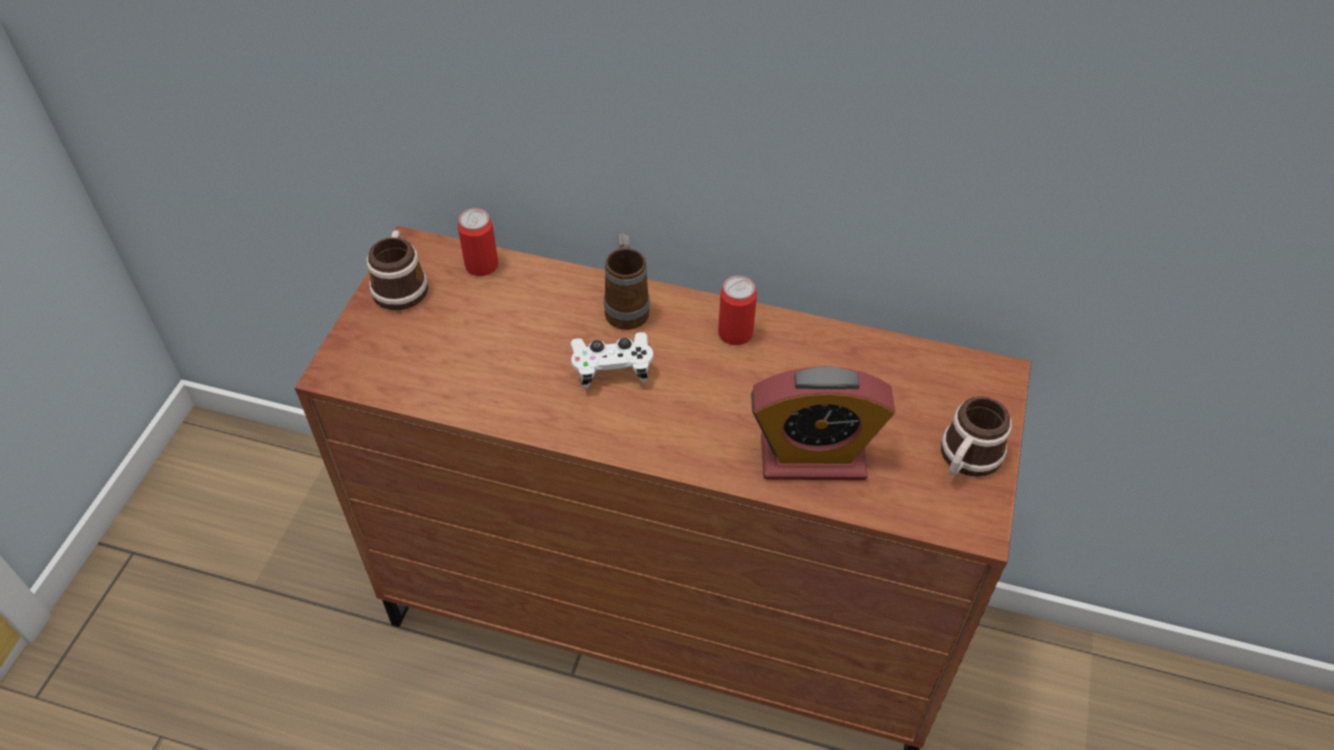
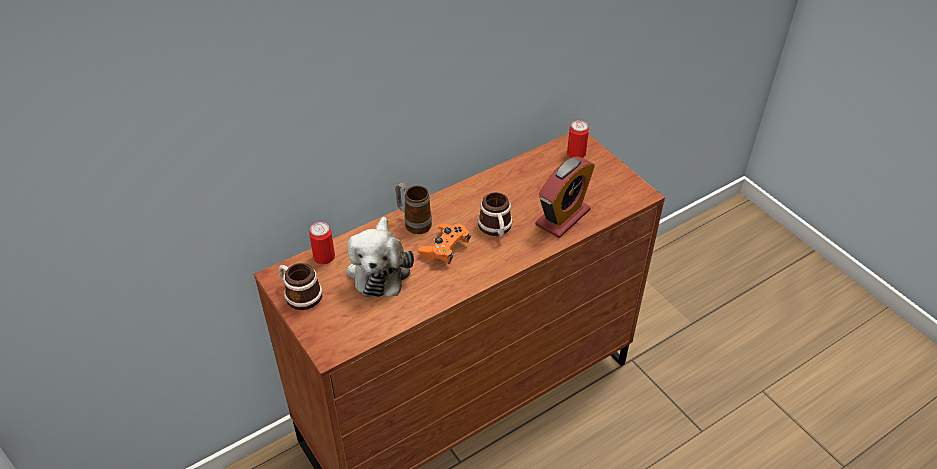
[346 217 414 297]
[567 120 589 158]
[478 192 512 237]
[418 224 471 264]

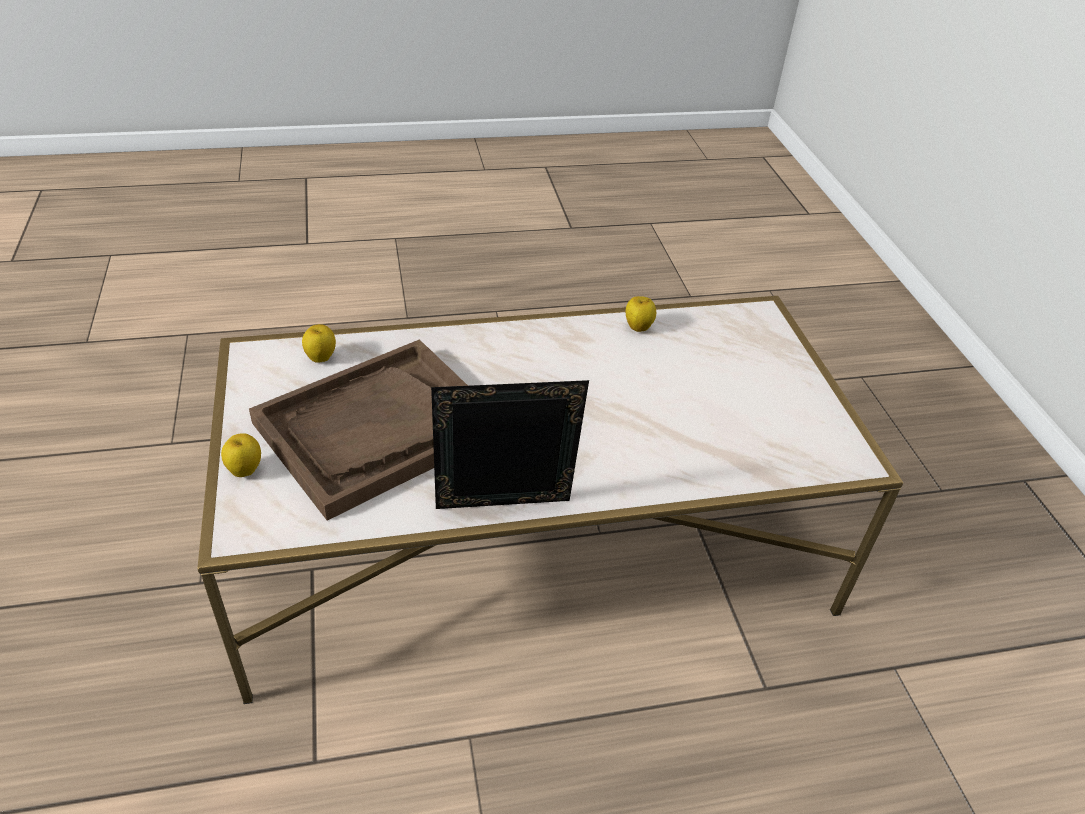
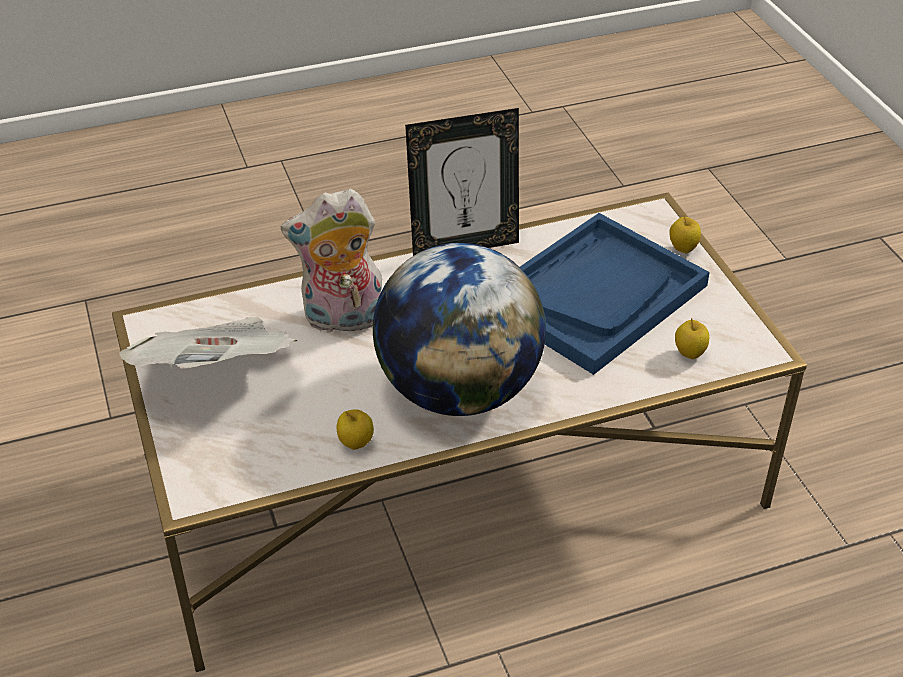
[119 317 298 369]
[281 189 382 336]
[373 243 546 416]
[520 213 710 375]

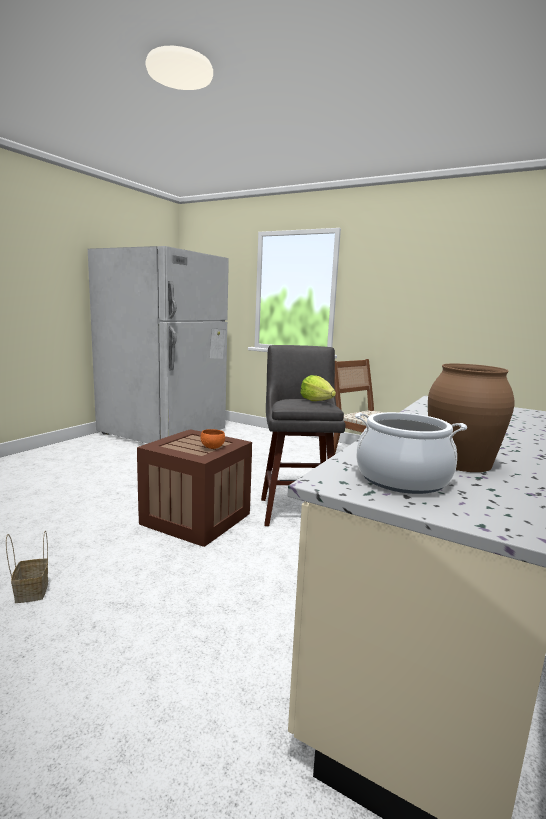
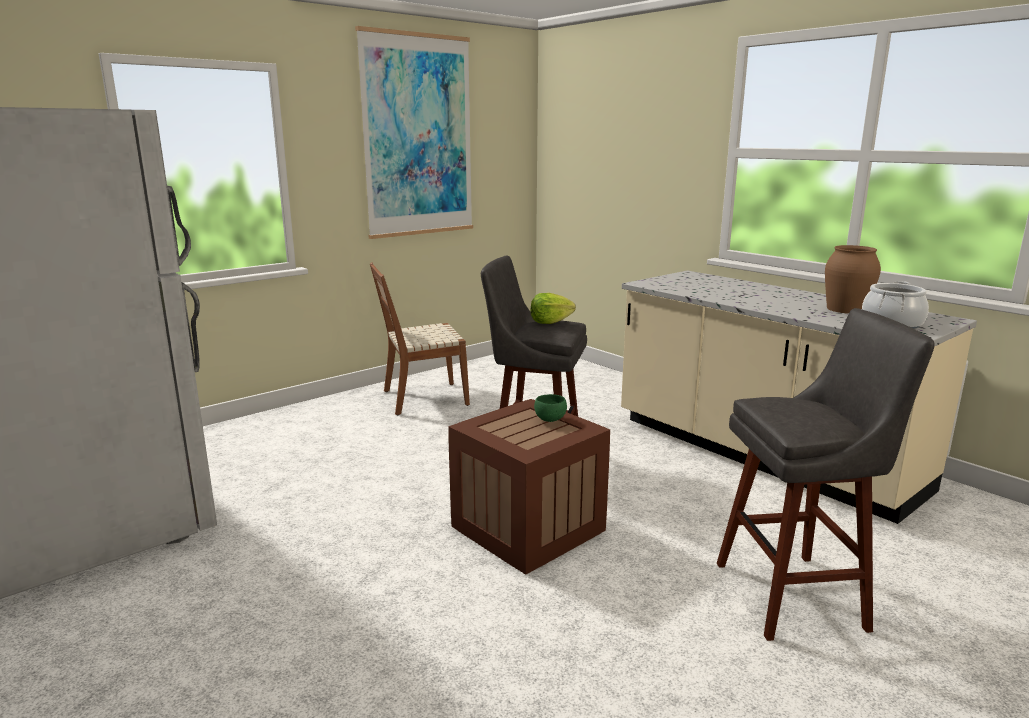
[6 531 48 603] (first image)
[355 26 473 239]
[717 308 935 641]
[534 394 567 422]

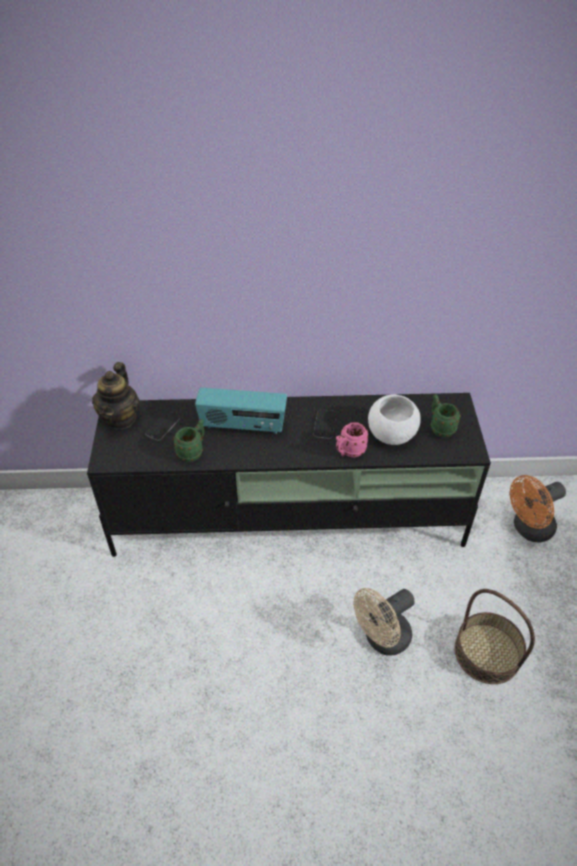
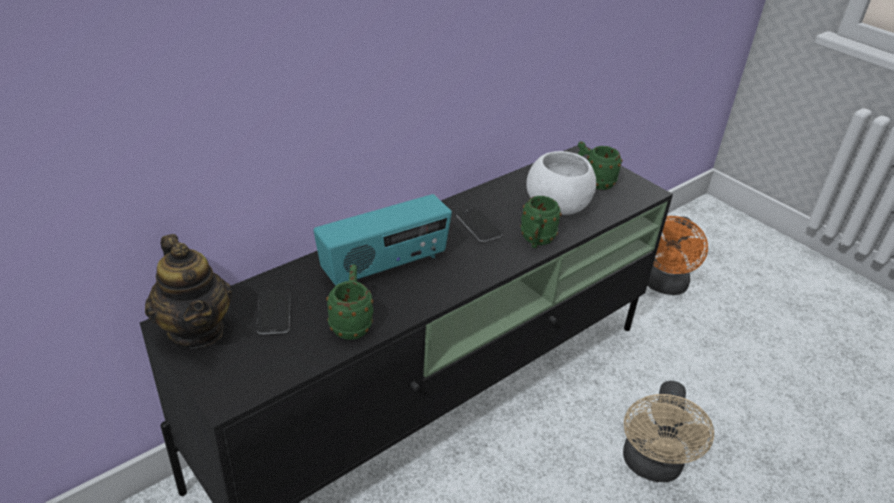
[454 589 535 684] (first image)
[521 196 561 248]

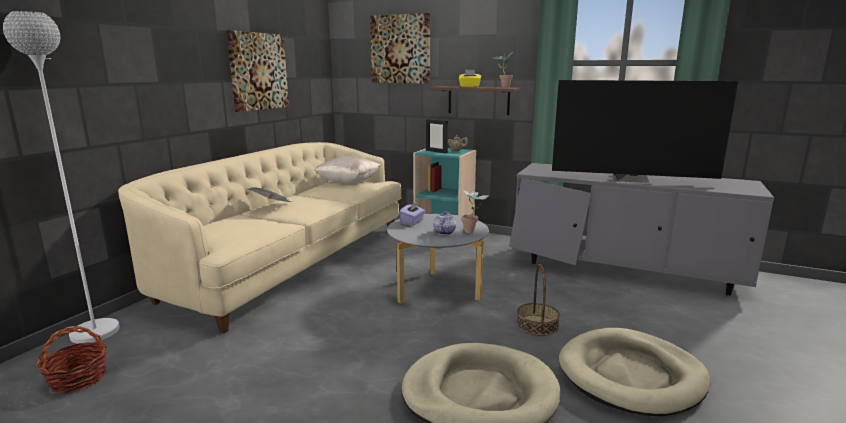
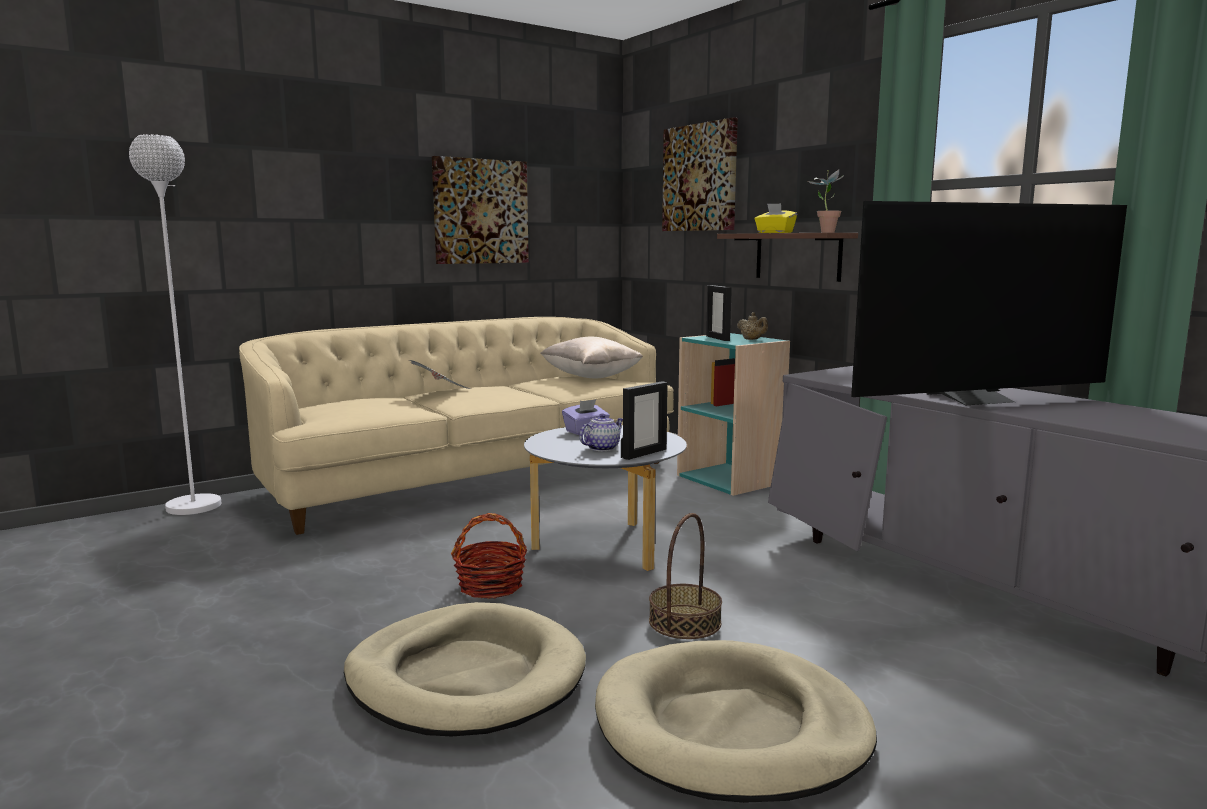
[451 513 527 599]
[621 381 668 460]
[851 201 1127 405]

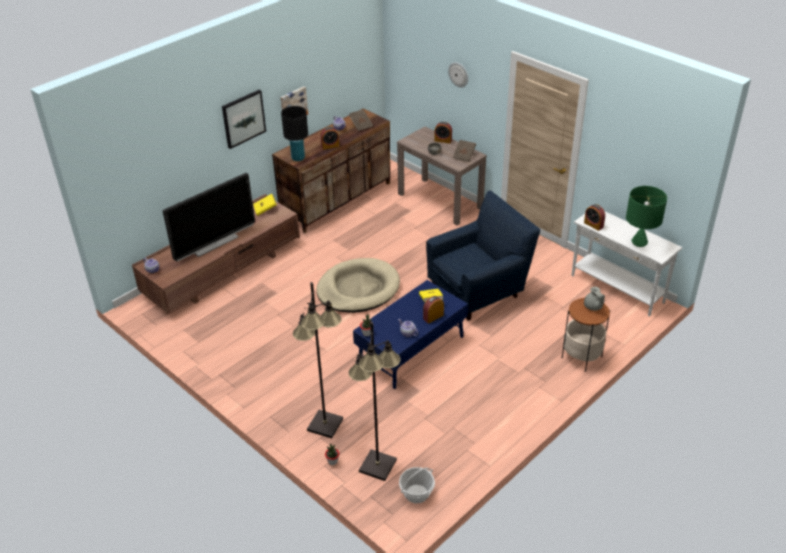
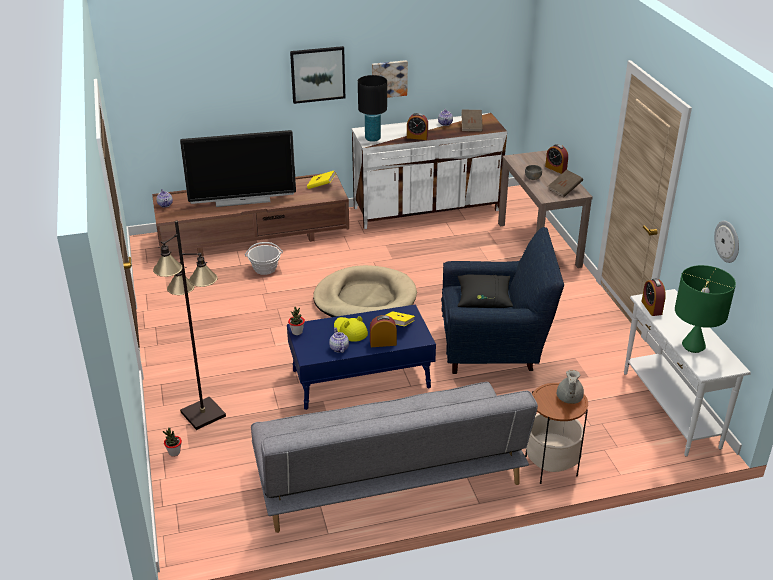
[348 322 400 481] (first image)
[251 382 538 533]
[334 316 368 342]
[458 274 513 308]
[245 242 283 275]
[714 221 739 263]
[352 113 507 229]

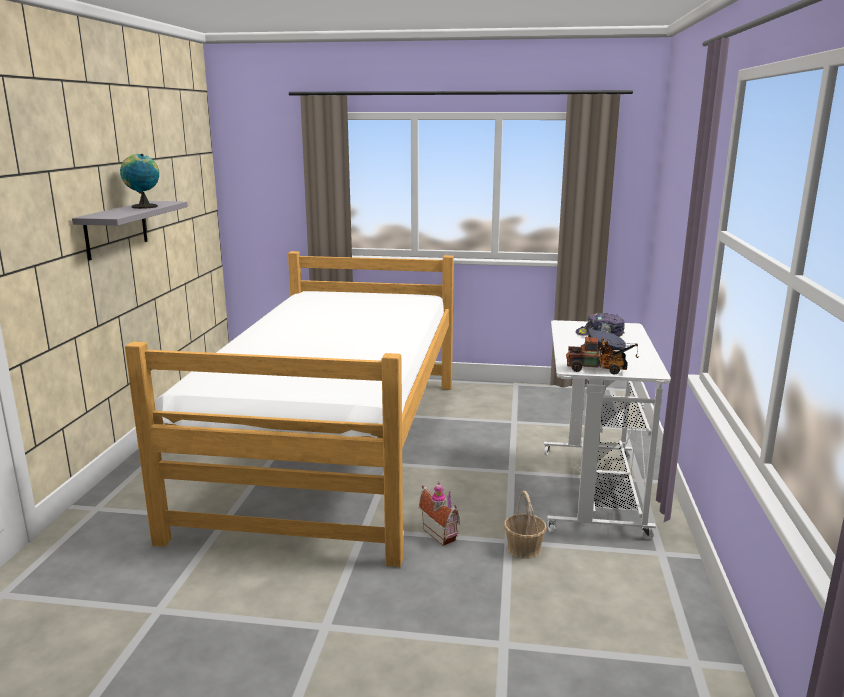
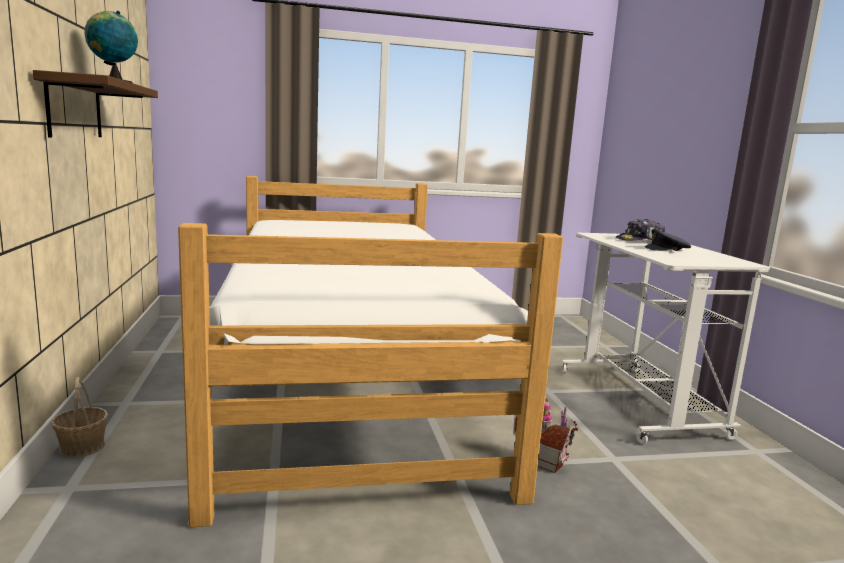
[566 337 639 375] (first image)
[51 377 109 458]
[33 70 158 138]

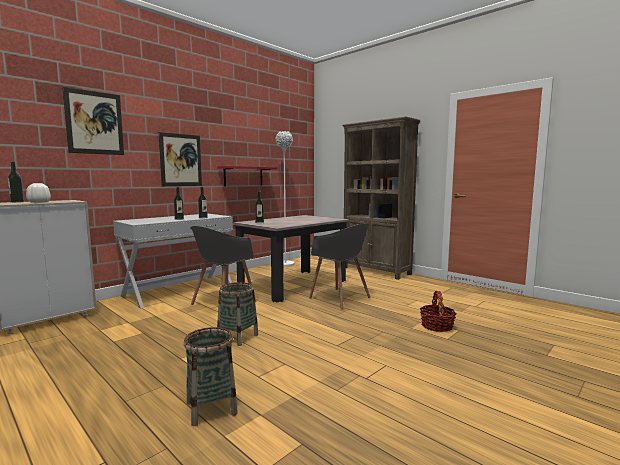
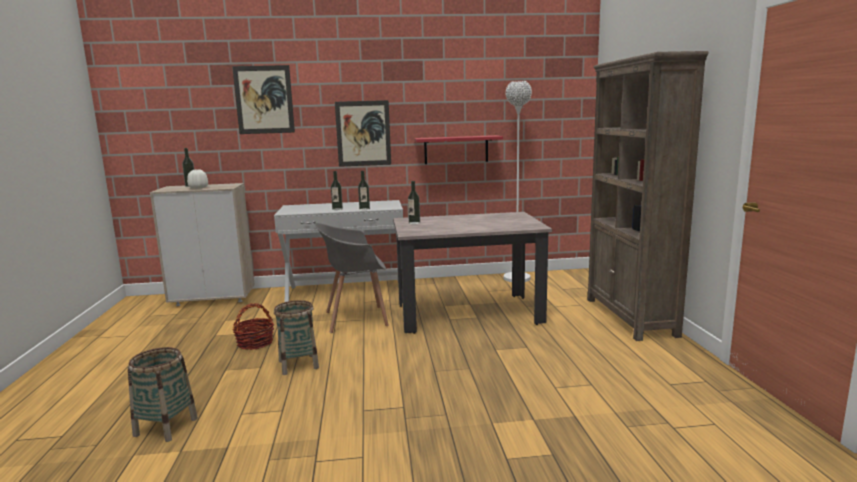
[309 223 371 309] (first image)
[233 303 274 350]

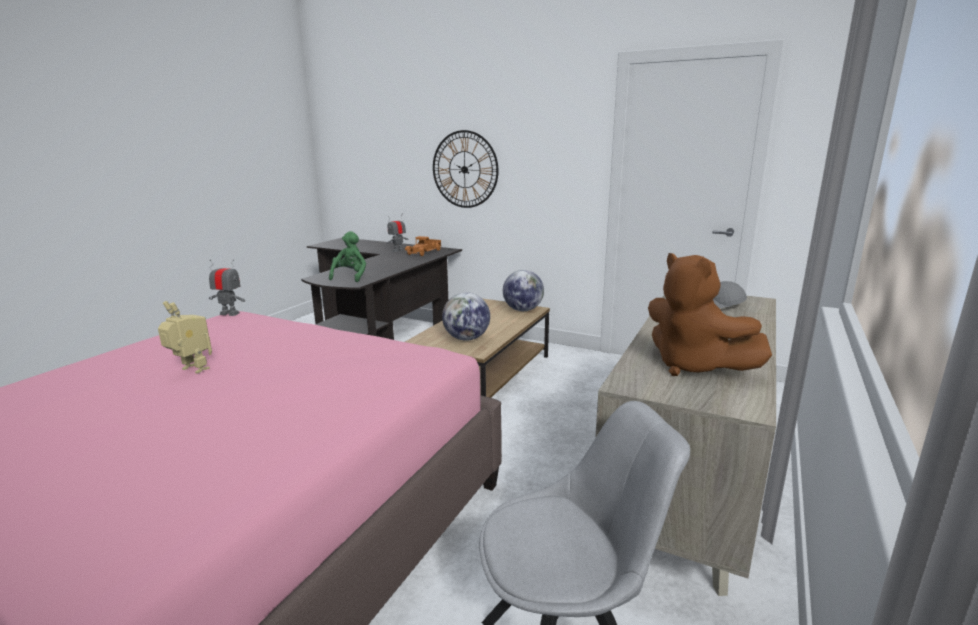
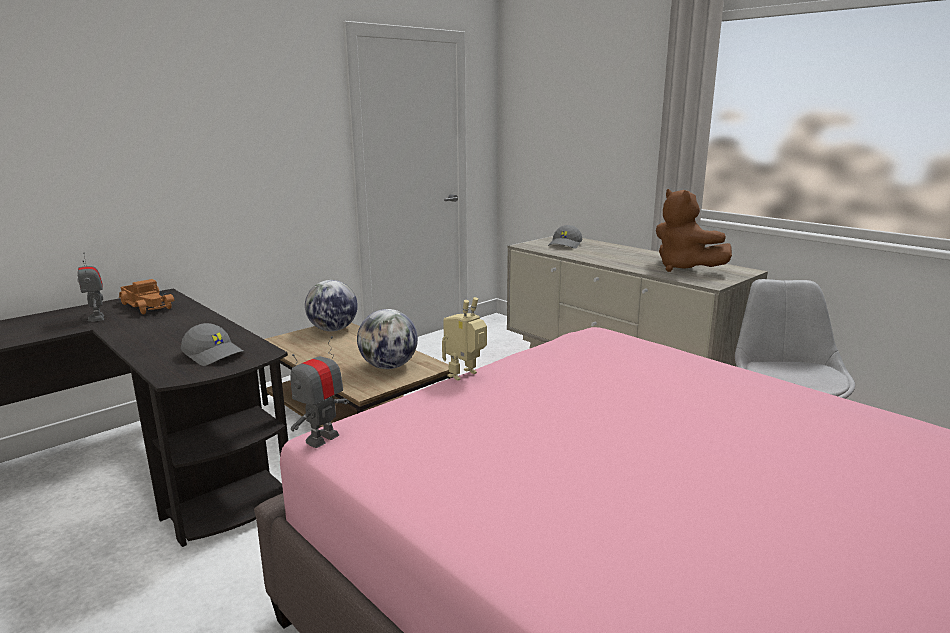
[433 130 499 208] (first image)
[442 297 487 381]
[181 323 245 366]
[656 189 732 272]

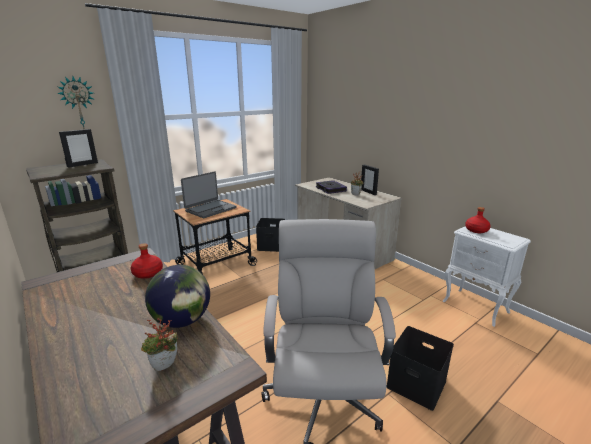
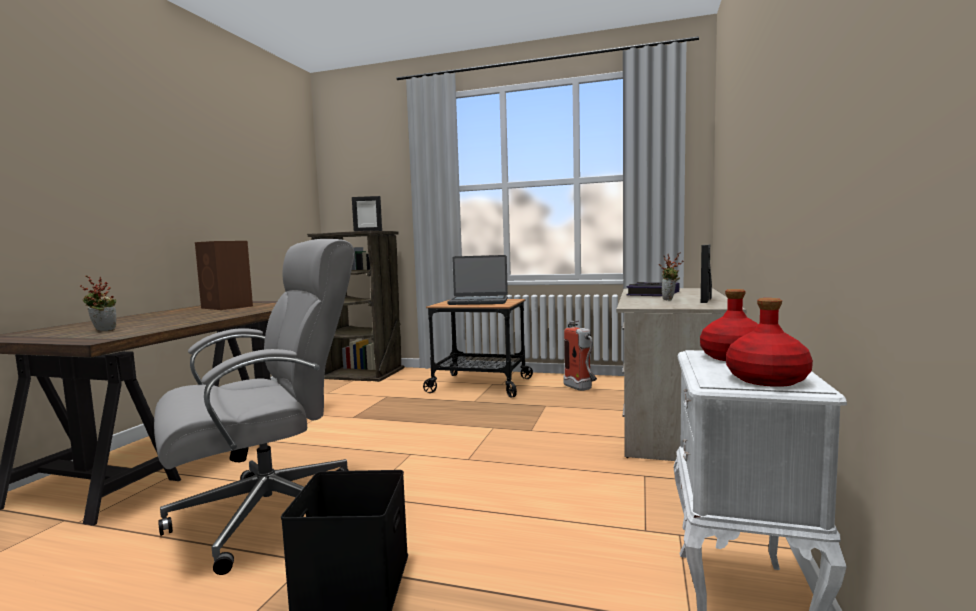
[57 77 93 130] (first image)
[145 265 210 328] (first image)
[195 241 253 310]
[726 298 813 387]
[563 320 597 391]

